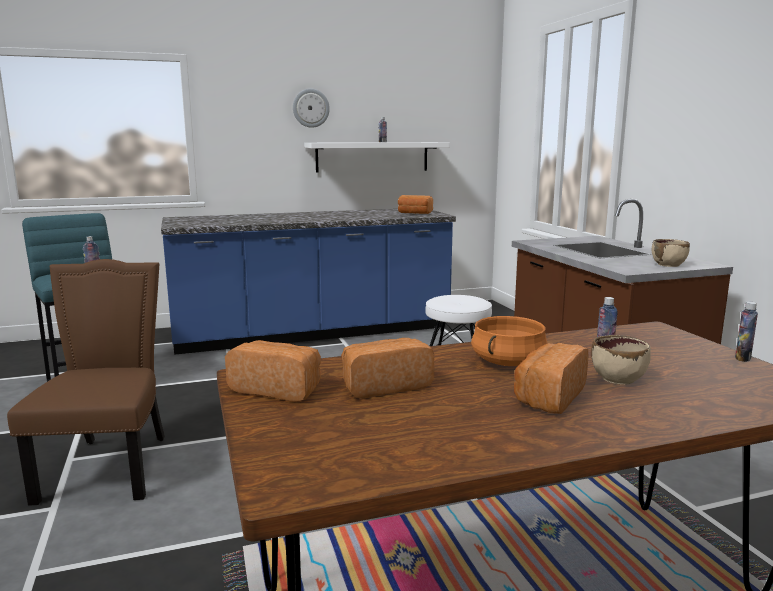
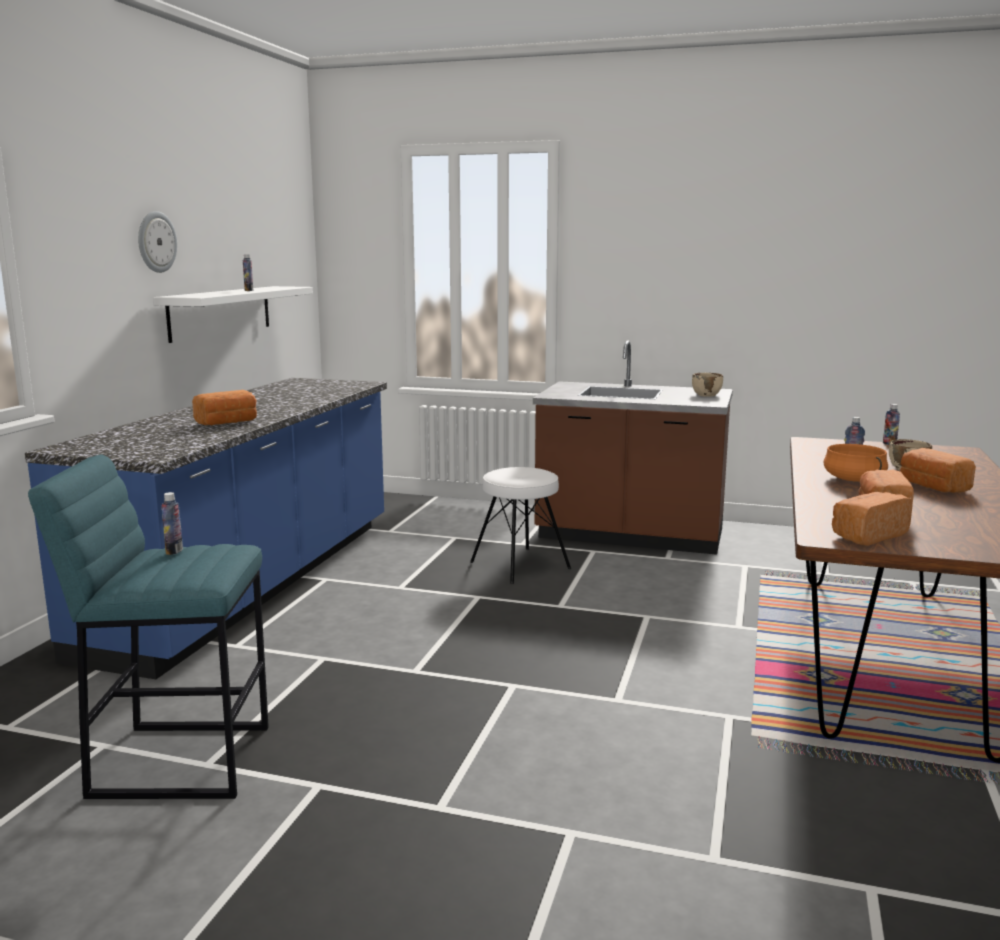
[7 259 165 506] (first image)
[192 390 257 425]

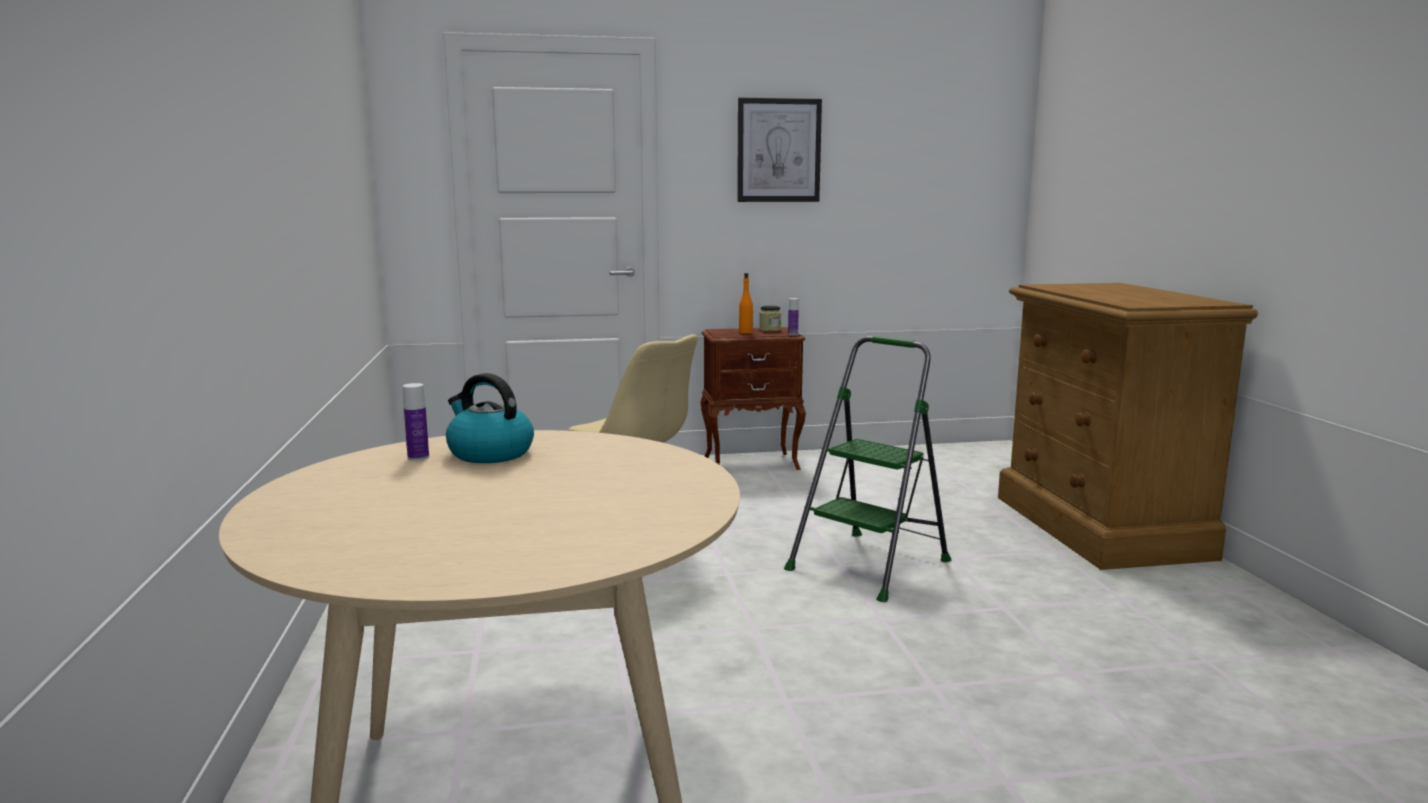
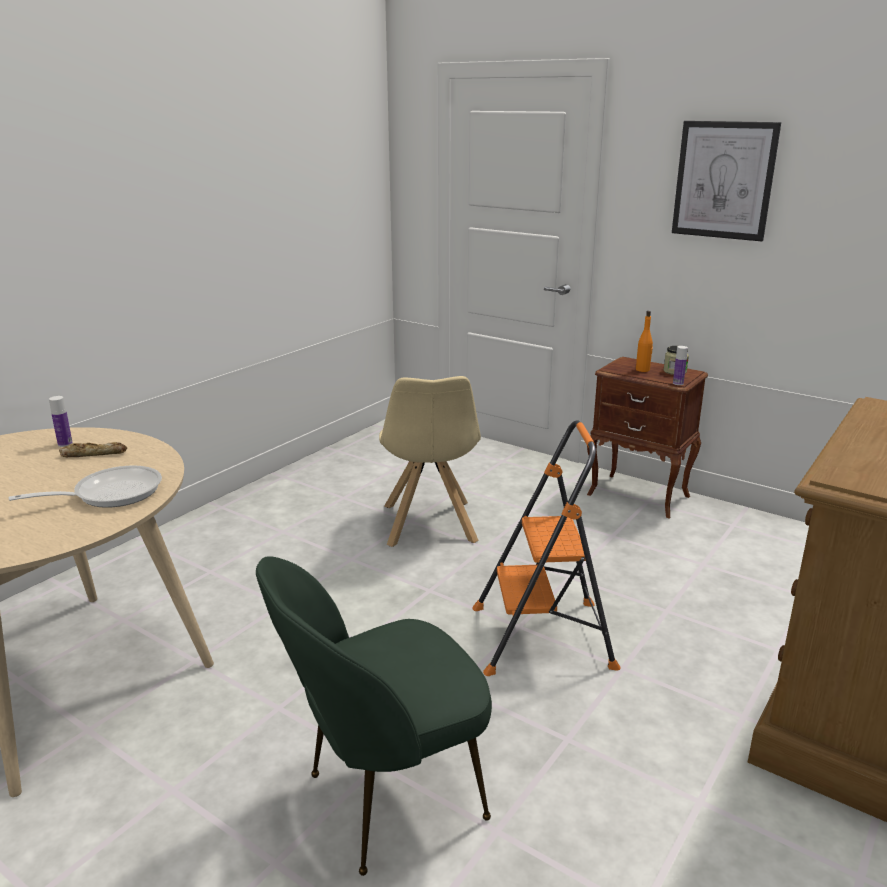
[8 466 162 508]
[256 556 492 876]
[59 442 127 457]
[472 420 620 676]

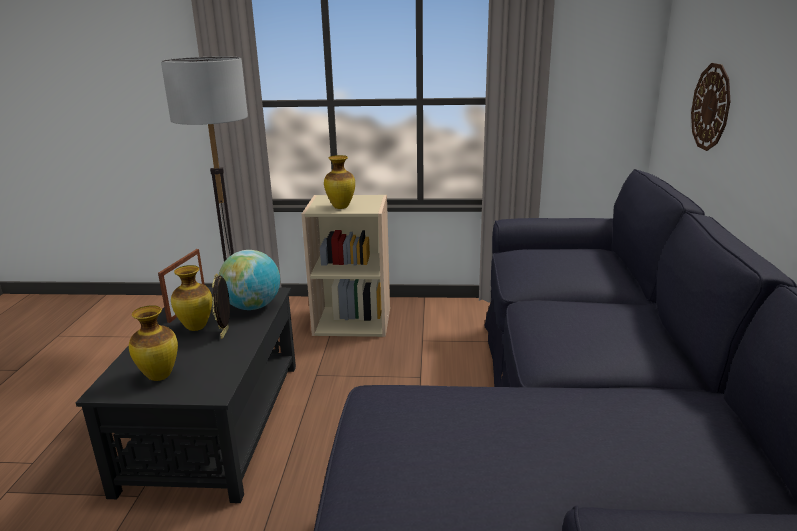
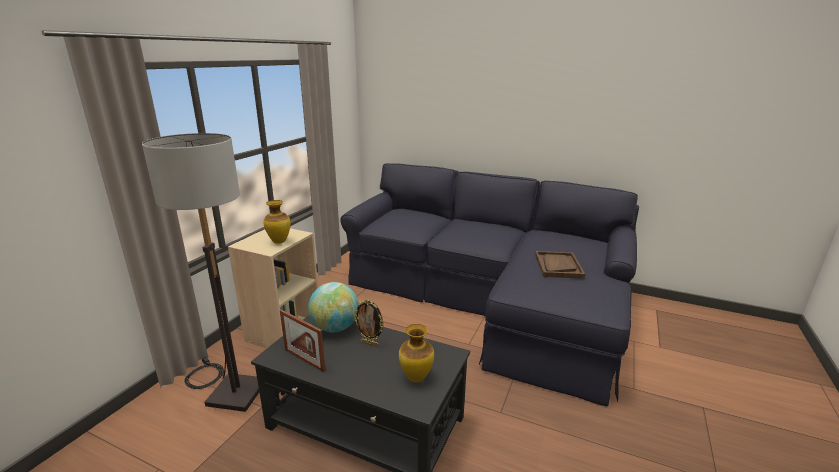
[171 265 212 331] (first image)
[691 63 730 151] (first image)
[535 251 585 279]

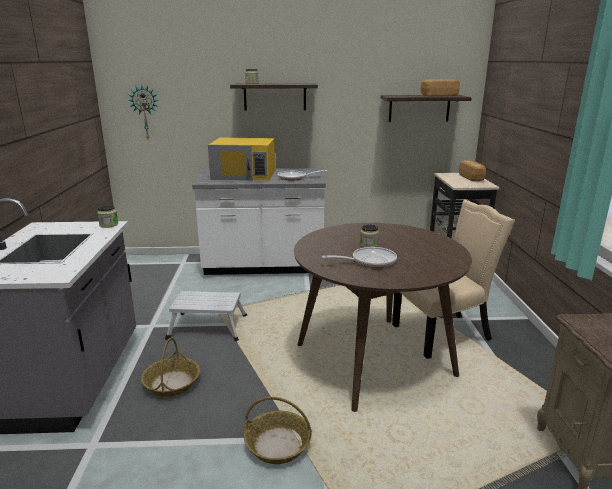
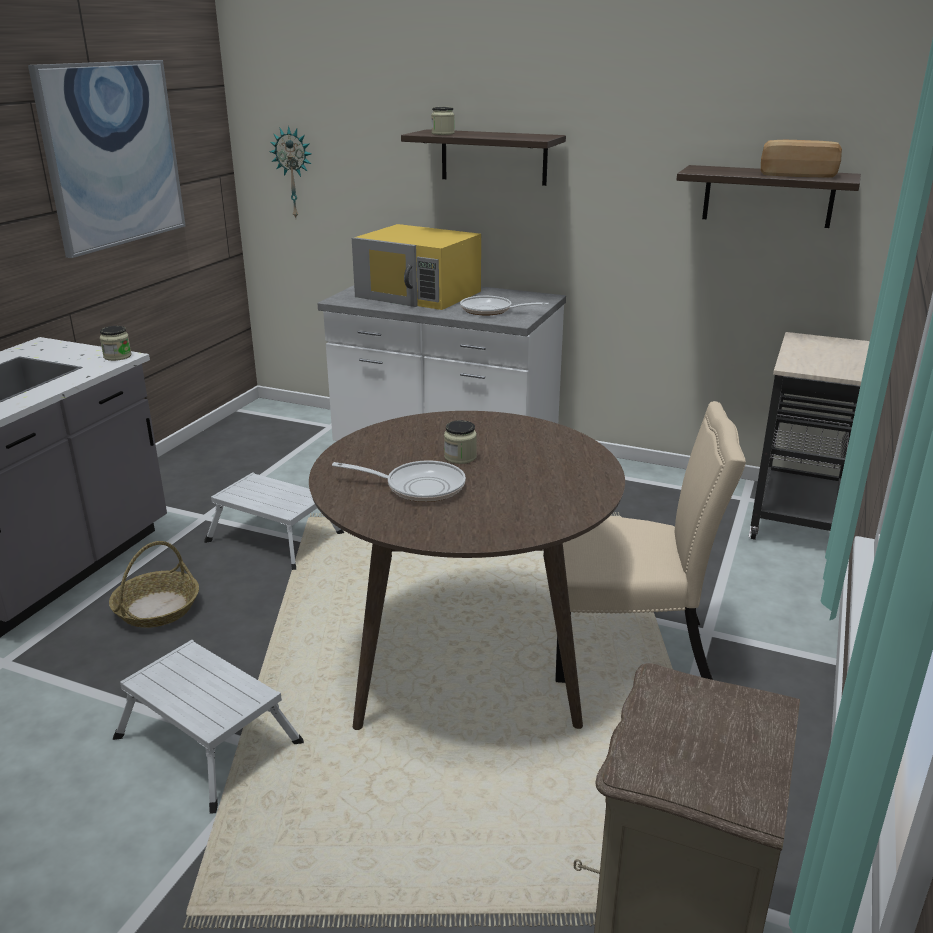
[459 160 486 181] (first image)
[28 60 186 258]
[112 640 304 814]

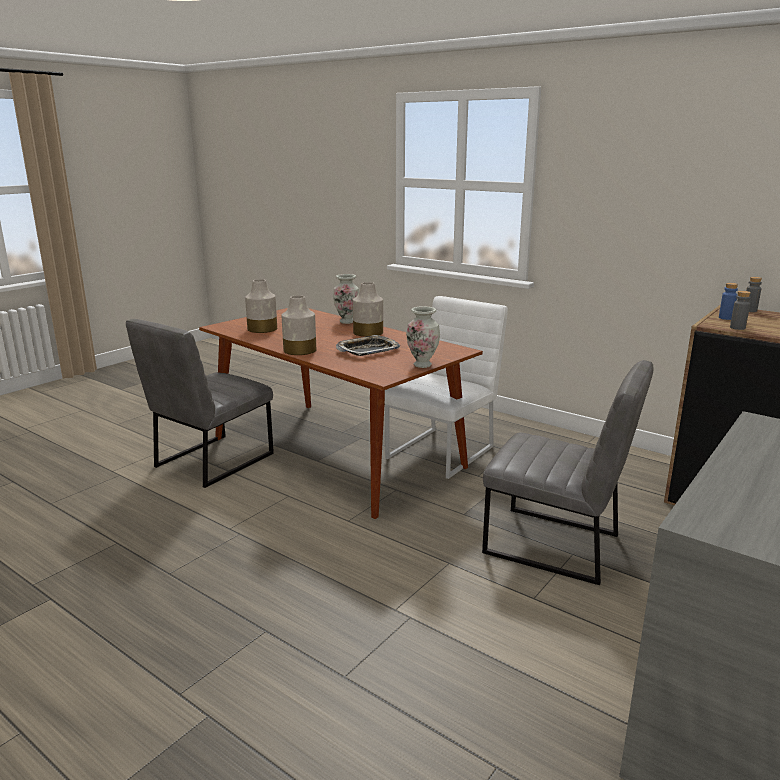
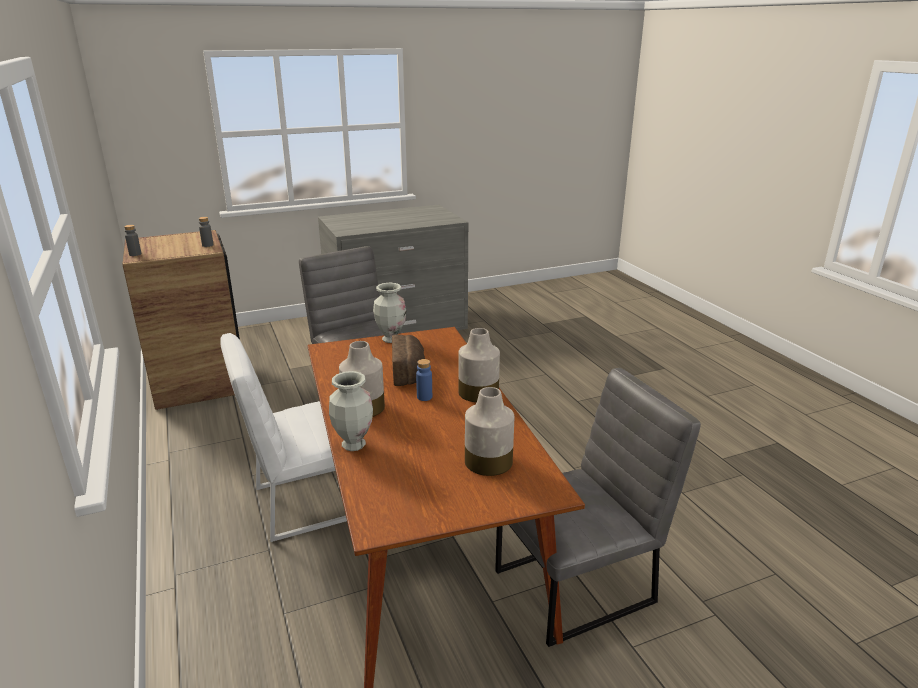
[416 359 432 401]
[392 335 425 386]

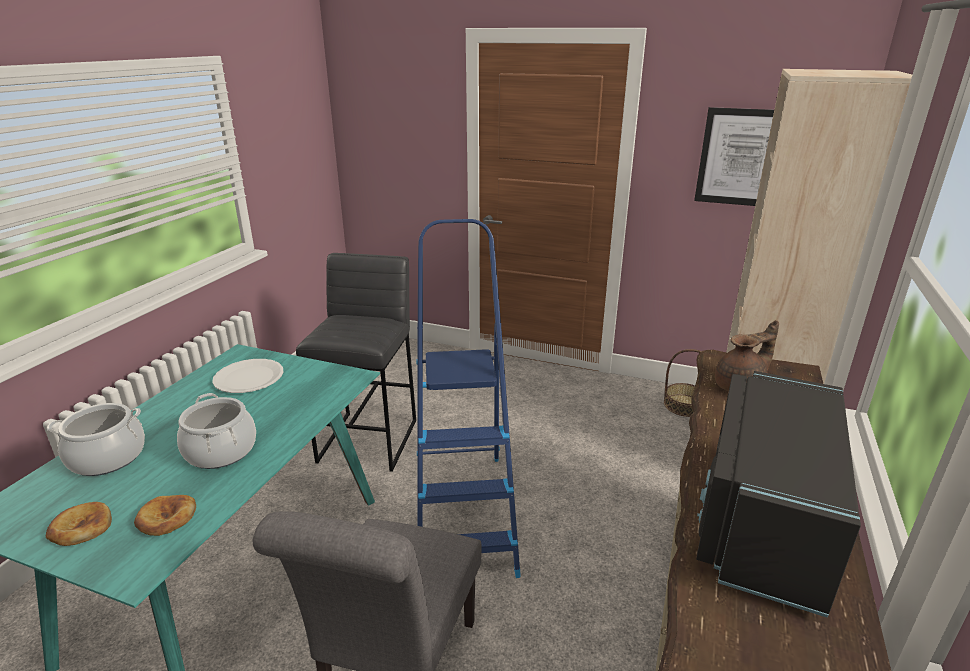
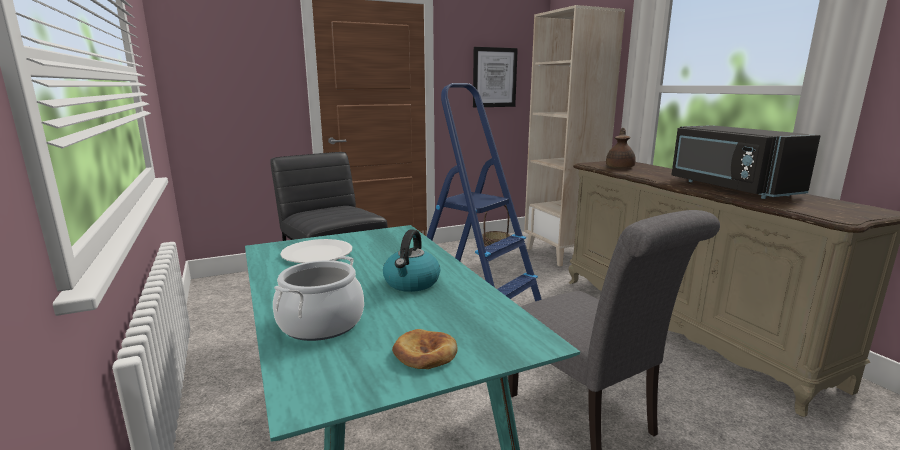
[134 495 196 536] (first image)
[383 229 440 292]

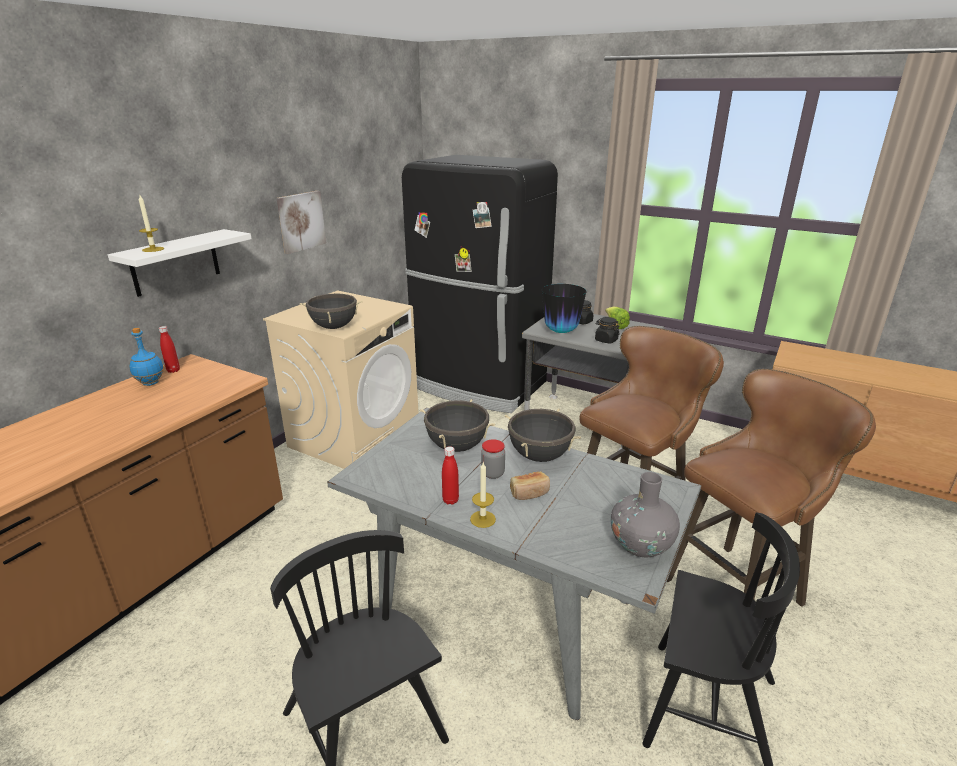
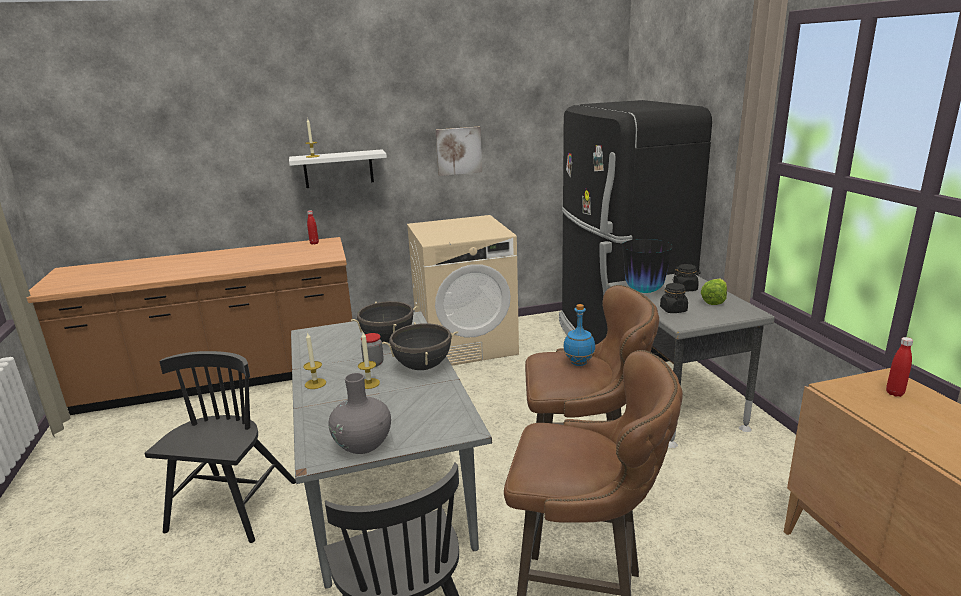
[300 293 363 329] (first image)
[563 304 595 366]
[886 337 913 397]
[358 332 380 389]

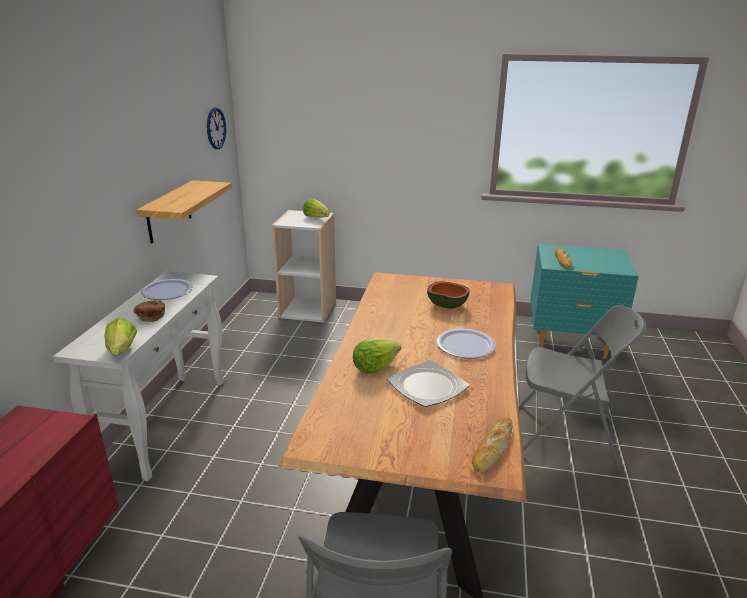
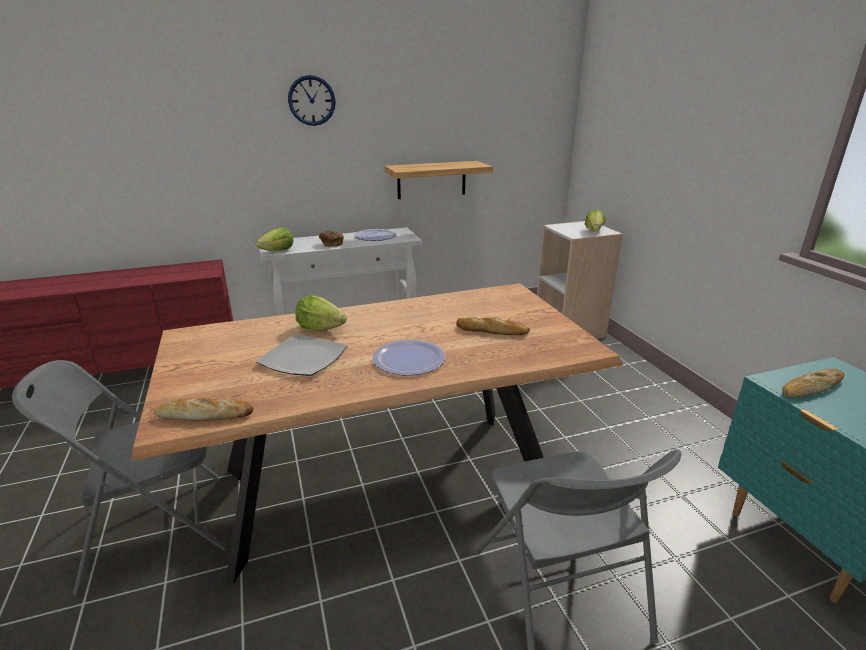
[288 75 336 126]
[456 316 530 335]

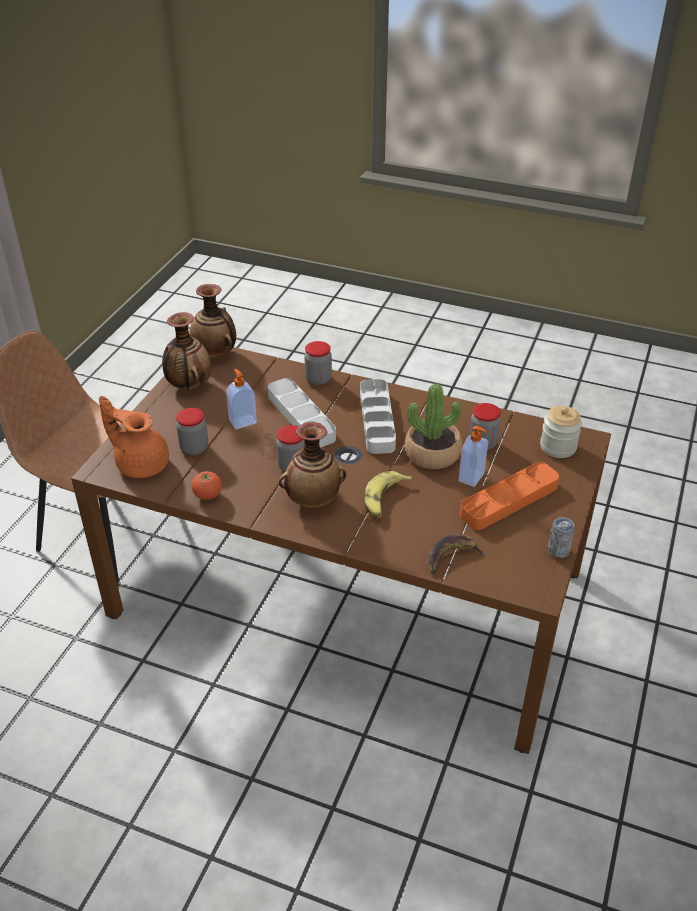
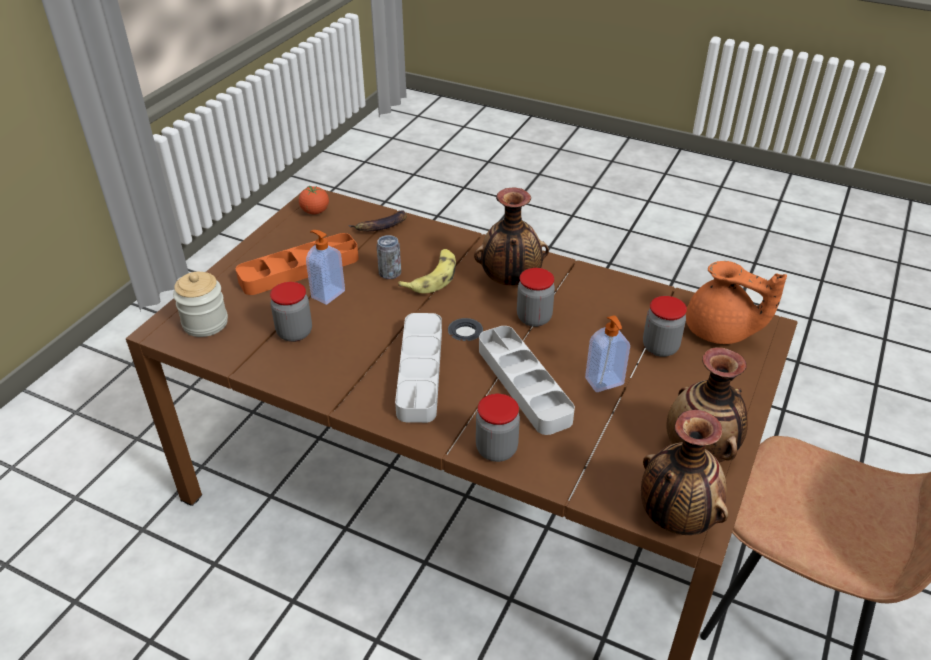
[405 384 462 469] (first image)
[299 186 329 214]
[377 235 401 279]

